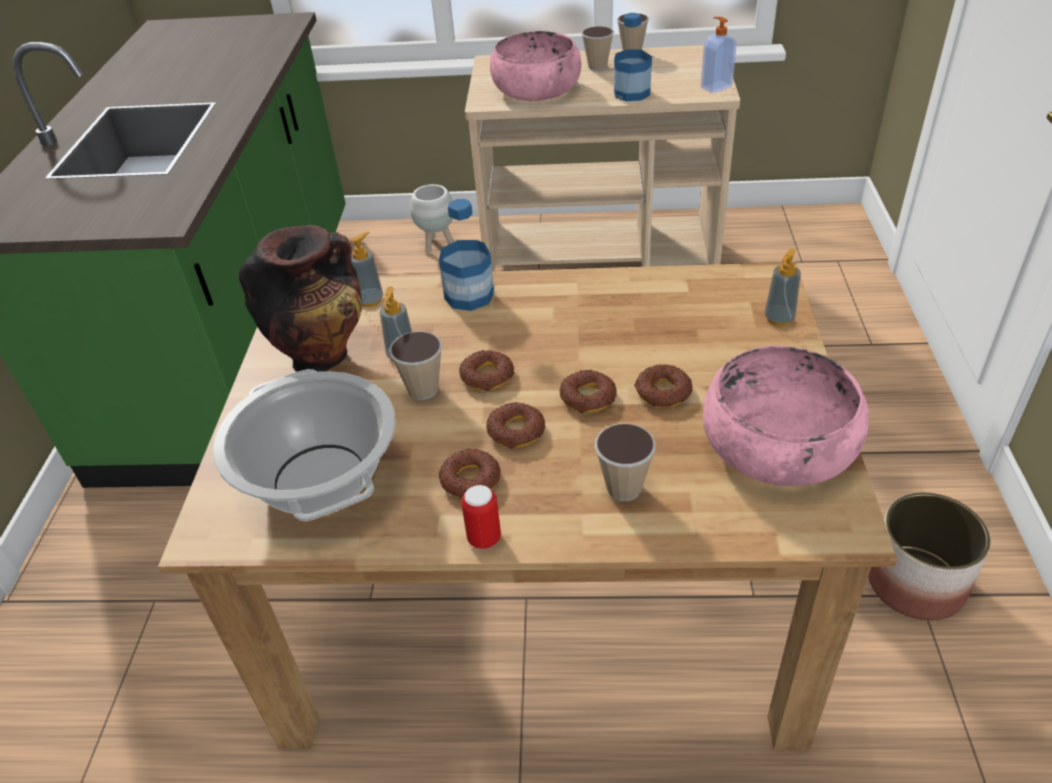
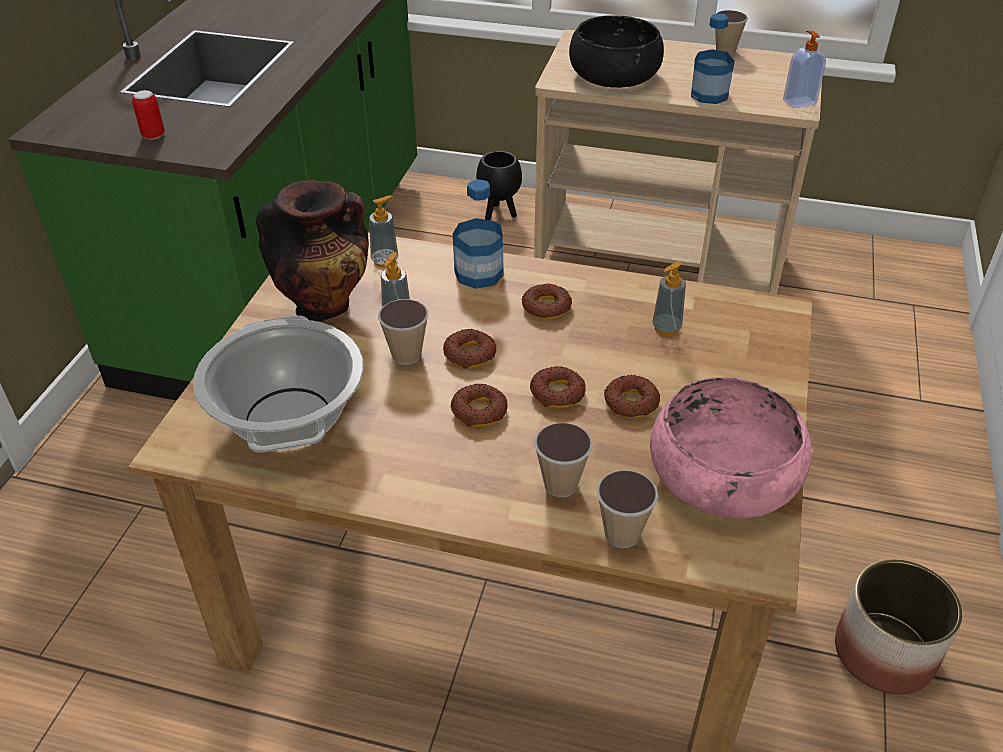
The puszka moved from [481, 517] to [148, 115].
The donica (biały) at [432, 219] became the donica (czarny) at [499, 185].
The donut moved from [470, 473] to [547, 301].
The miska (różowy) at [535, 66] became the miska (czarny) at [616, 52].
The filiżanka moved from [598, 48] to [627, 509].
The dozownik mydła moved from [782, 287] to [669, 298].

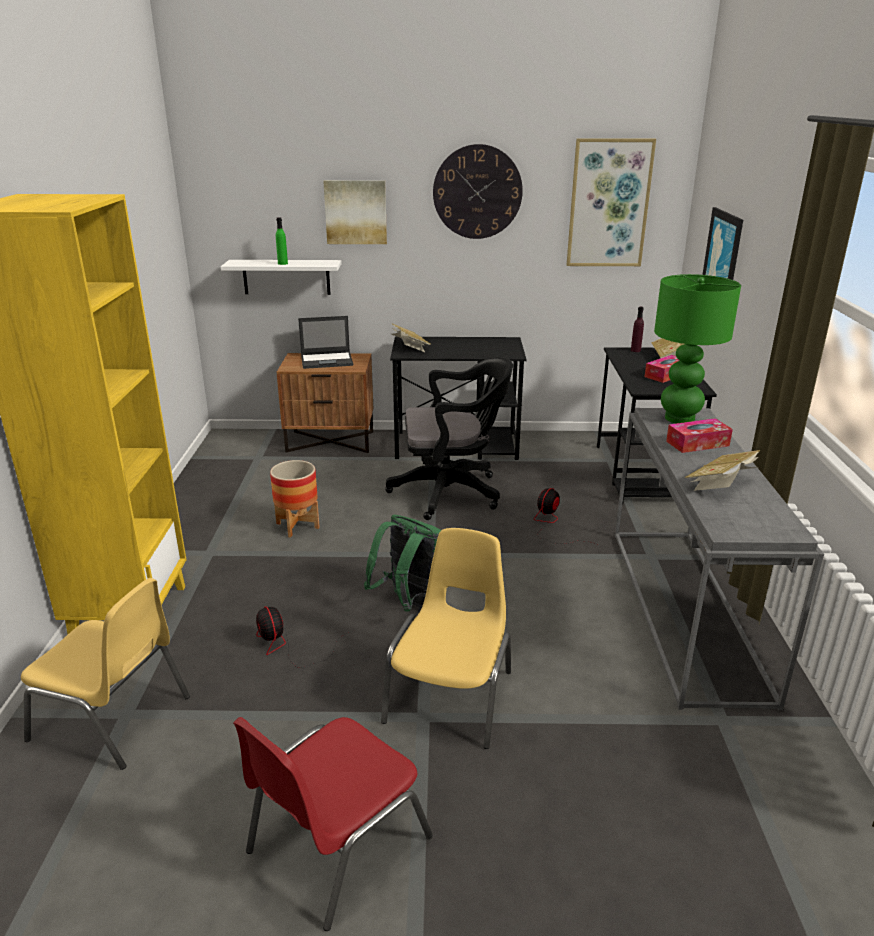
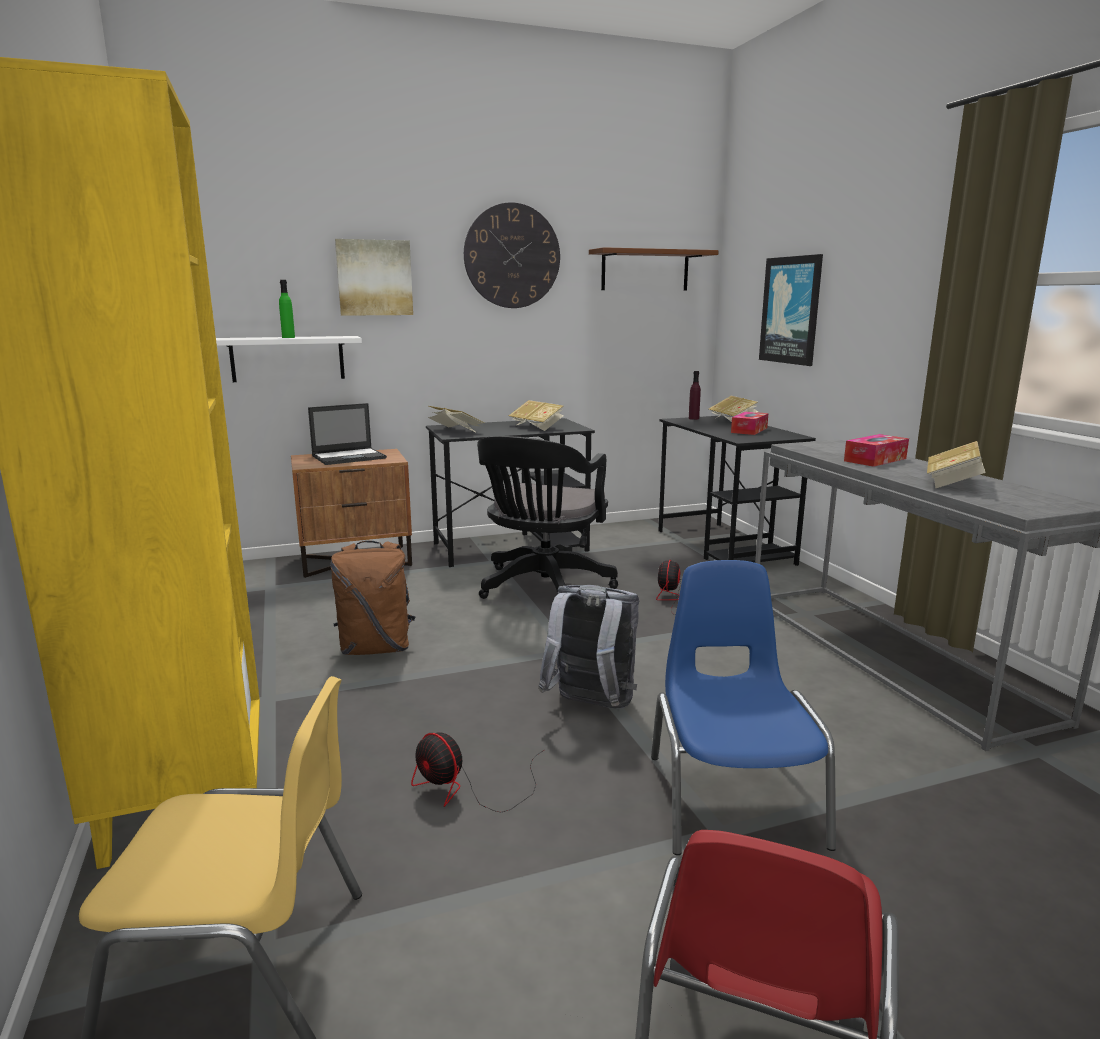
The donica at [295, 499] was replaced by the plecak (brązowy) at [373, 598].
The krzesło biurowe (czarny) at [449, 438] turned 135 degrees clockwise.
The książka at [536, 415] appeared.
The plecak (zielony) at [402, 563] became the plecak (szary) at [588, 647].
The obraz at [611, 202] was replaced by the półka (brązowy) at [654, 269].
The krzesło (żółty) at [446, 638] became the krzesło (niebieski) at [743, 707].
The lampa stołowa (zielony) at [697, 349] disappeared.

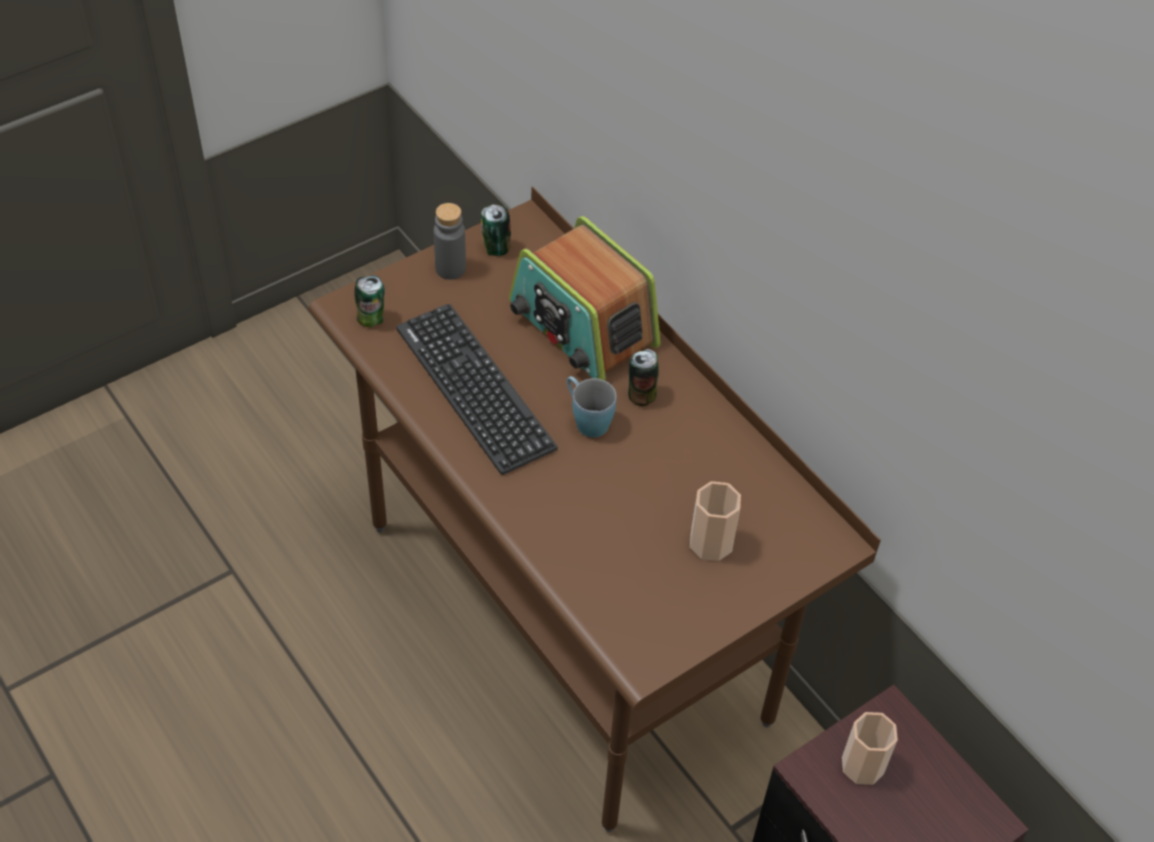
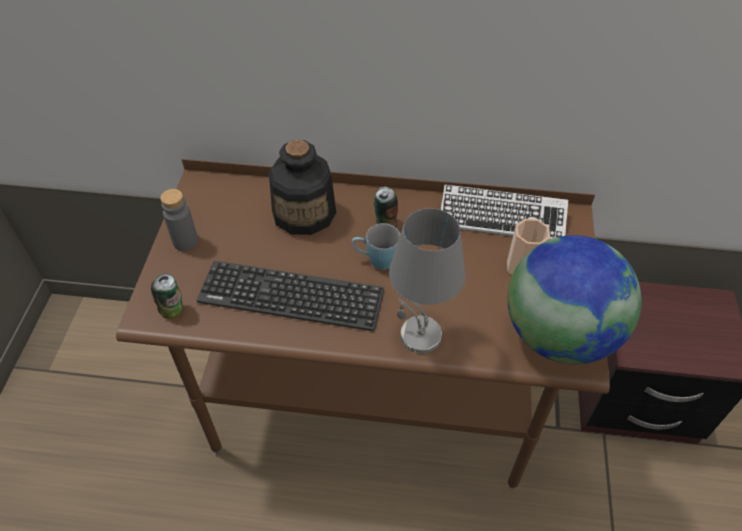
The radio at [585, 298] was replaced by the butelka at [302, 187].
The lampa stołowa (szary) at [427, 281] appeared.
The klawiatura at [504, 212] appeared.
The globus at [575, 299] appeared.
The puszka at [496, 230] disappeared.
The filiżanka at [870, 748] disappeared.

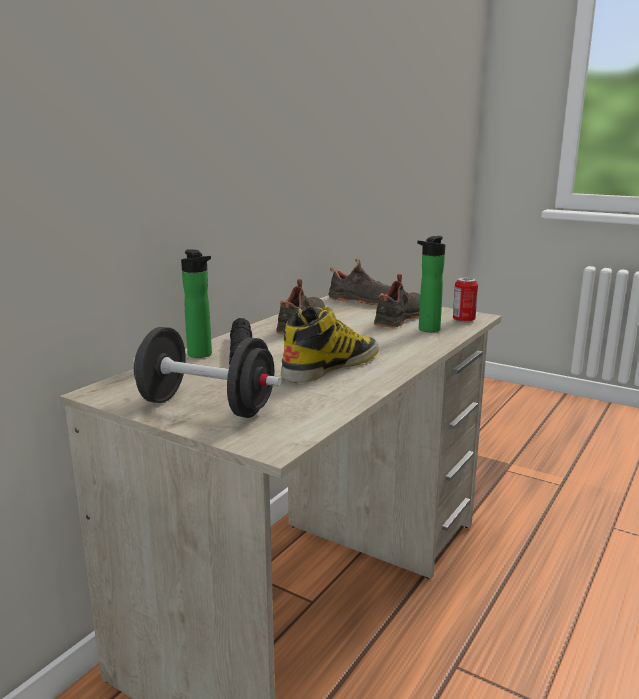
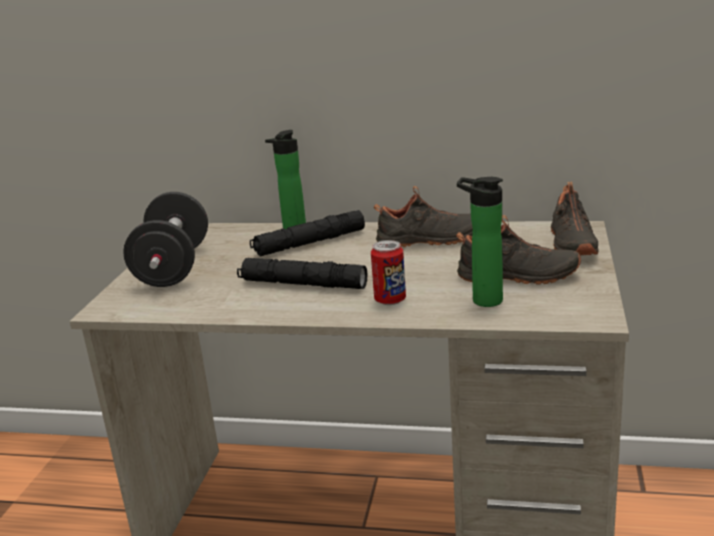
The but z cholewką at [330, 345] was replaced by the latarka (czarny) at [302, 273].
The puszka moved from [465, 300] to [388, 272].

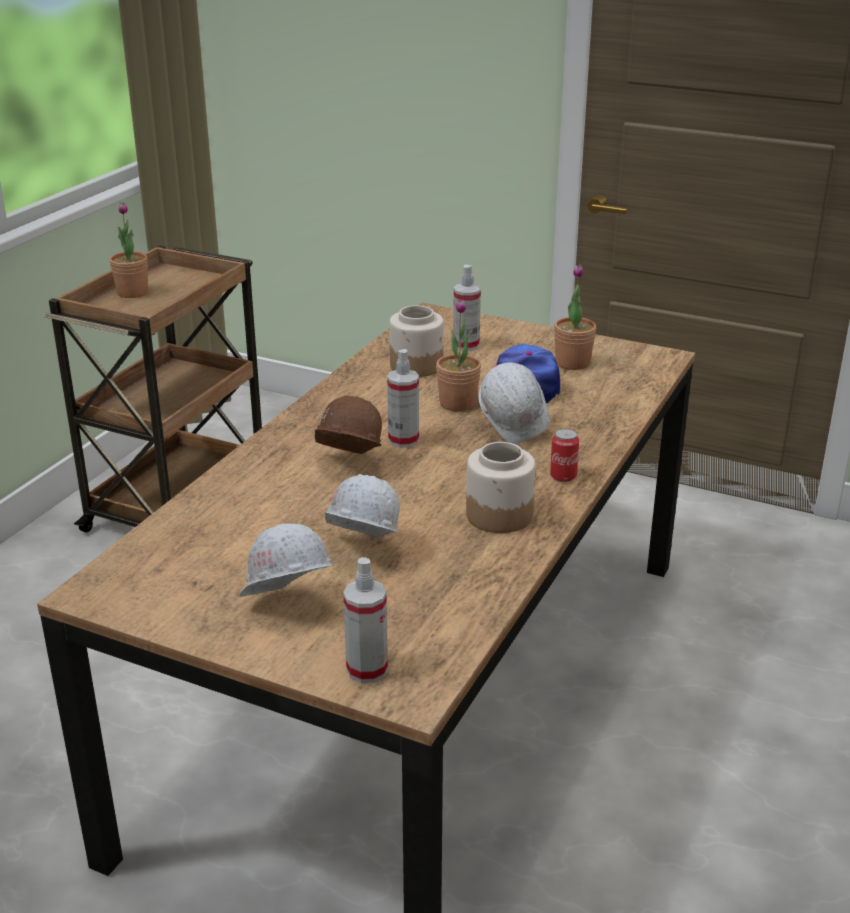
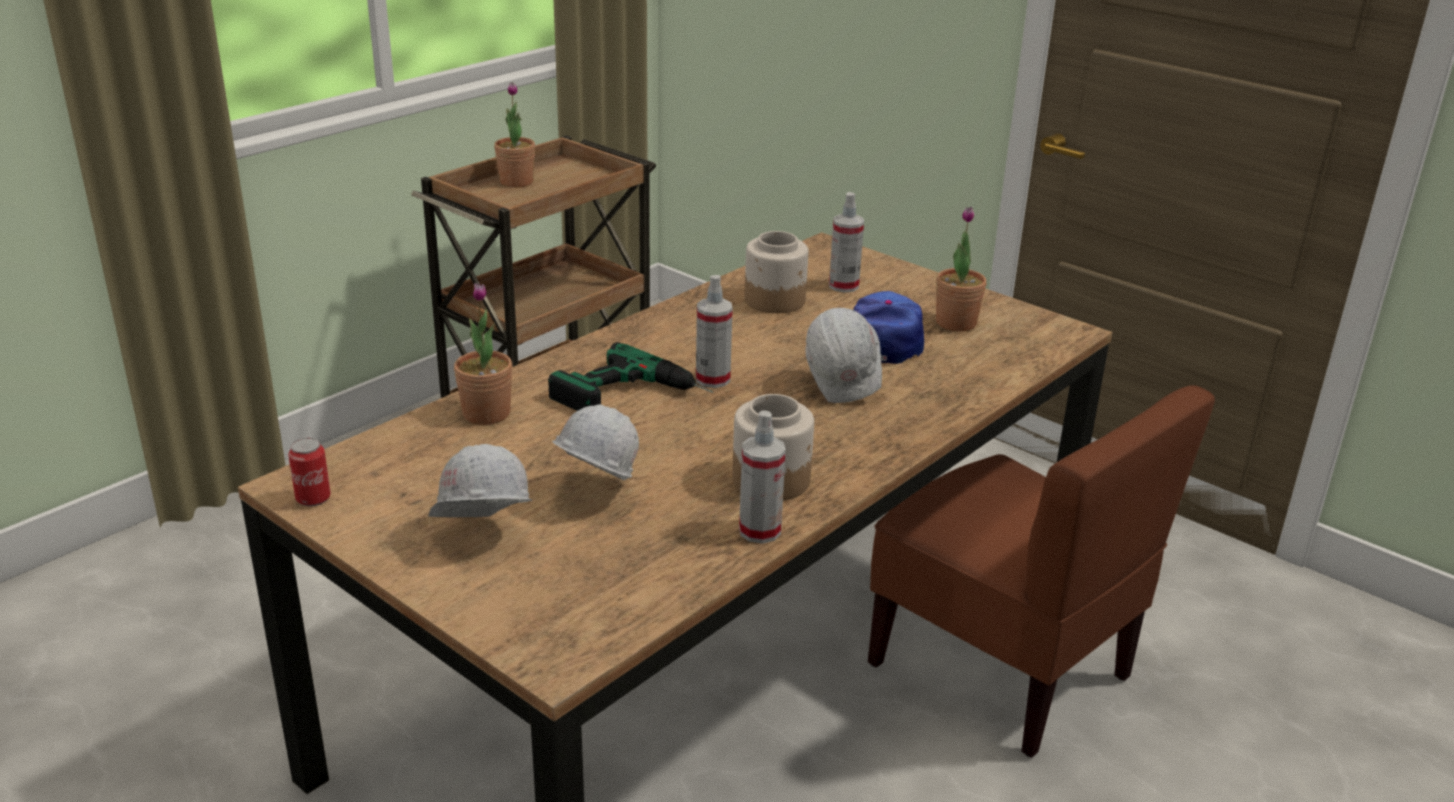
The puszka moved from [564, 455] to [309, 472].
The roślina doniczkowa moved from [458, 355] to [483, 353].
The kask (brązowy) at [348, 424] was replaced by the wiertarka at [631, 376].
The spryskiwacz moved from [365, 620] to [762, 477].
The krzesło (brązowy) at [1041, 571] appeared.

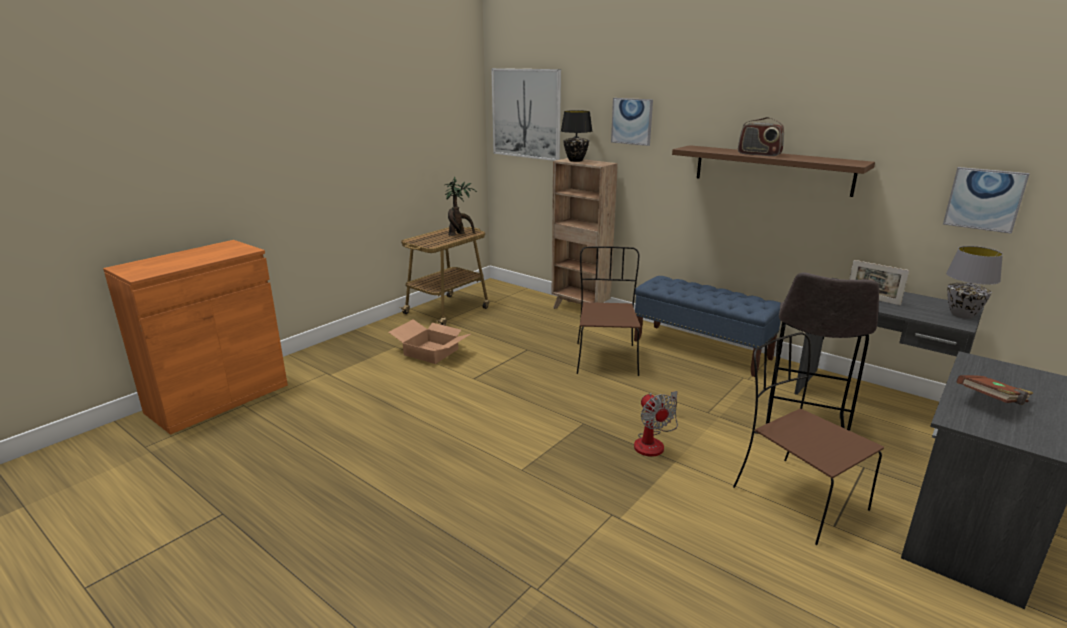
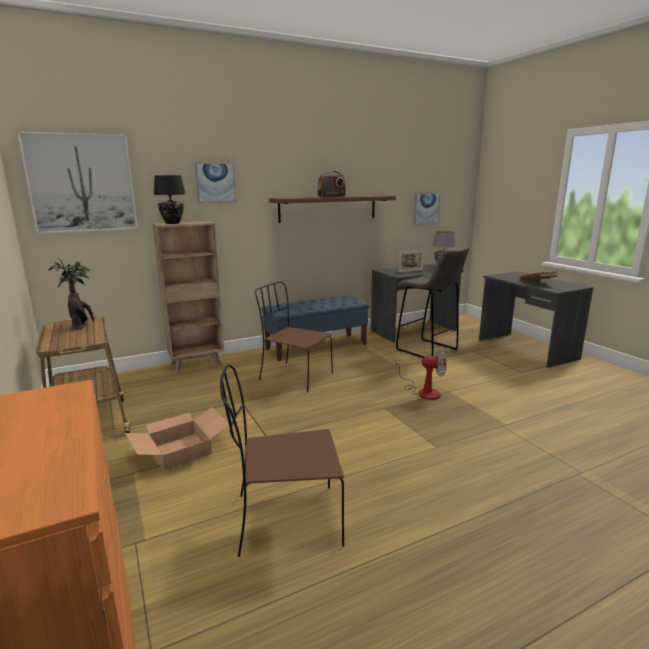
The krzesło (brązowy) moved from [808, 438] to [282, 460].

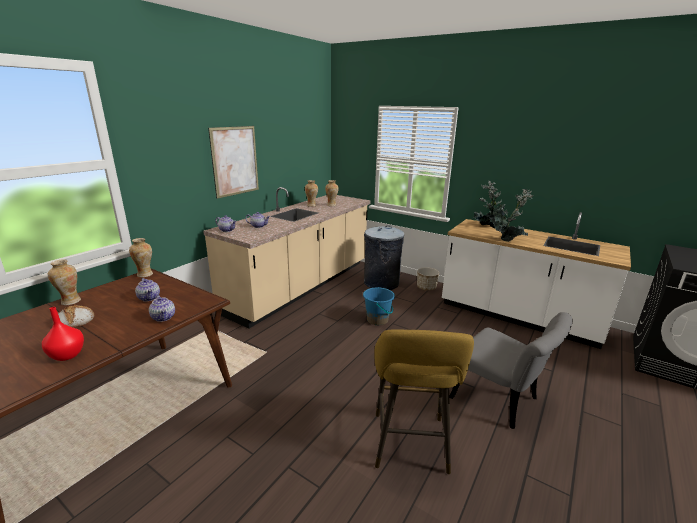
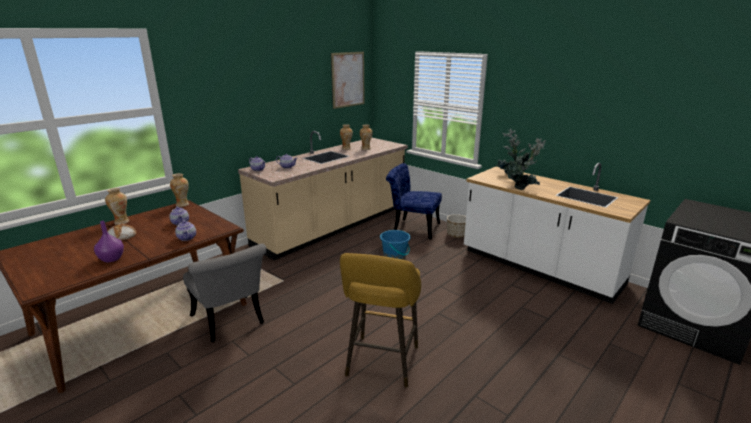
The wazon (czerwony) at [63, 334] became the wazon (fioletowy) at [109, 241].
The krzesło (szary) moved from [511, 370] to [225, 292].
The obraz moved from [233, 162] to [348, 80].
The kosz na śmieci (szary) at [384, 257] was replaced by the krzesło (niebieski) at [414, 201].

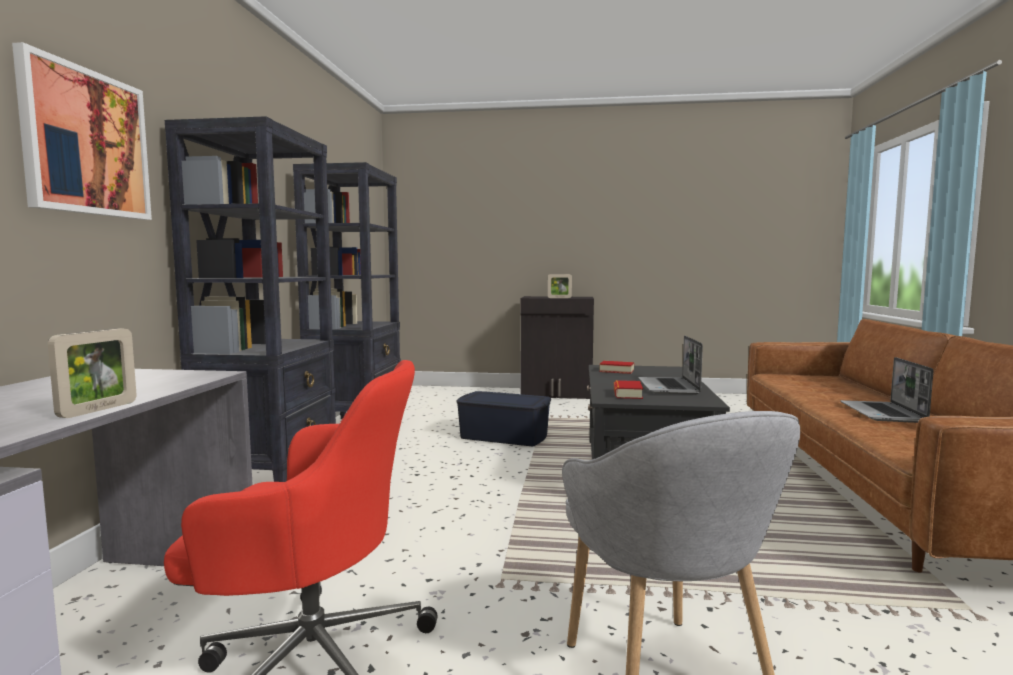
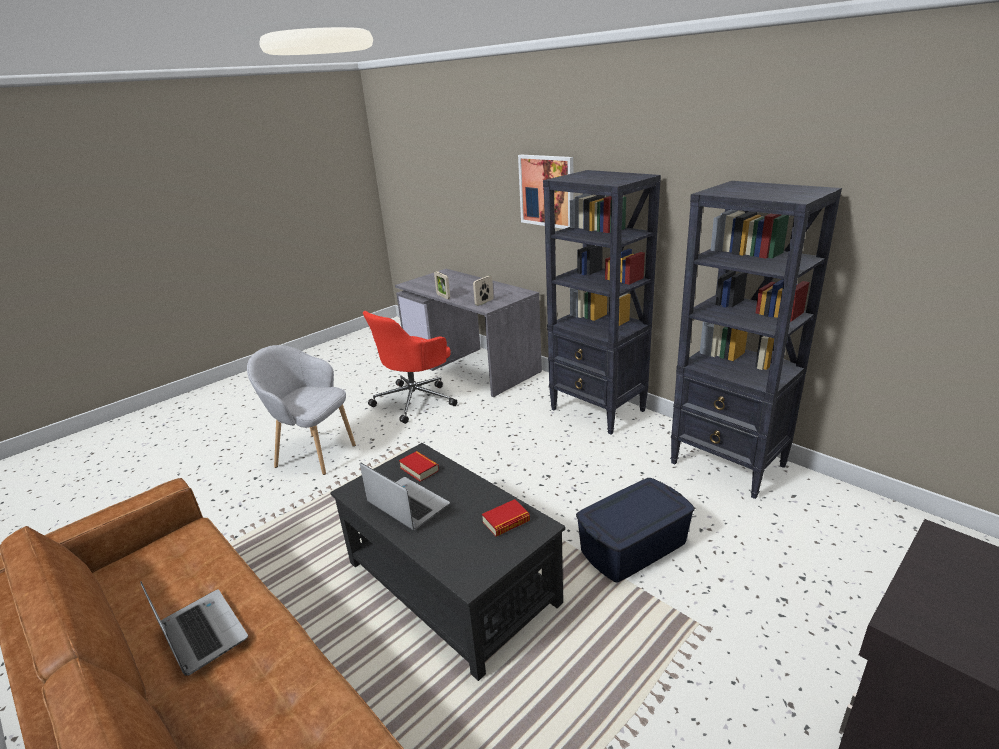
The ramka na zdjęcie moved from [560, 286] to [483, 291].

